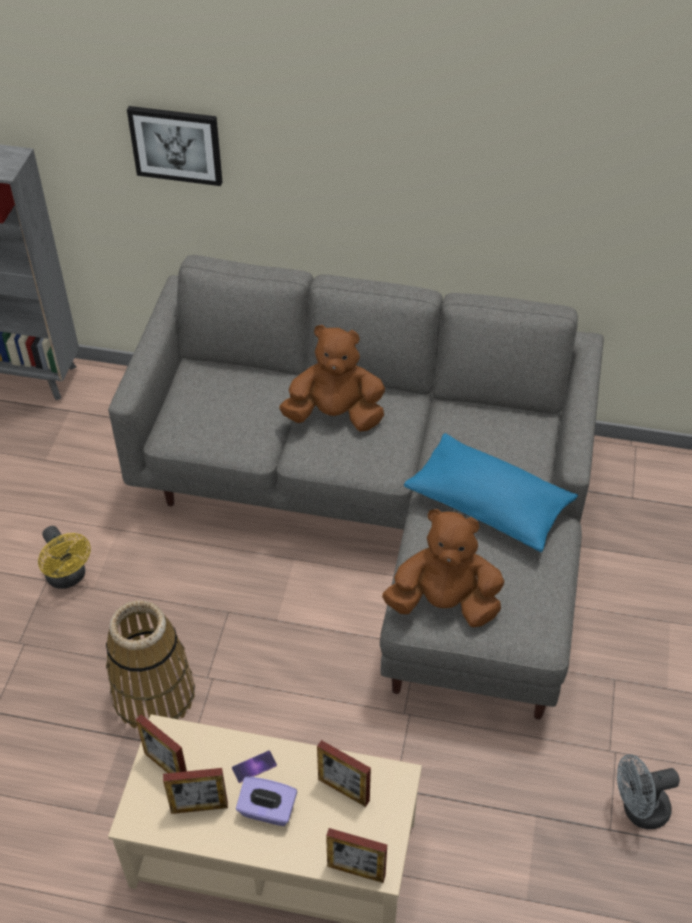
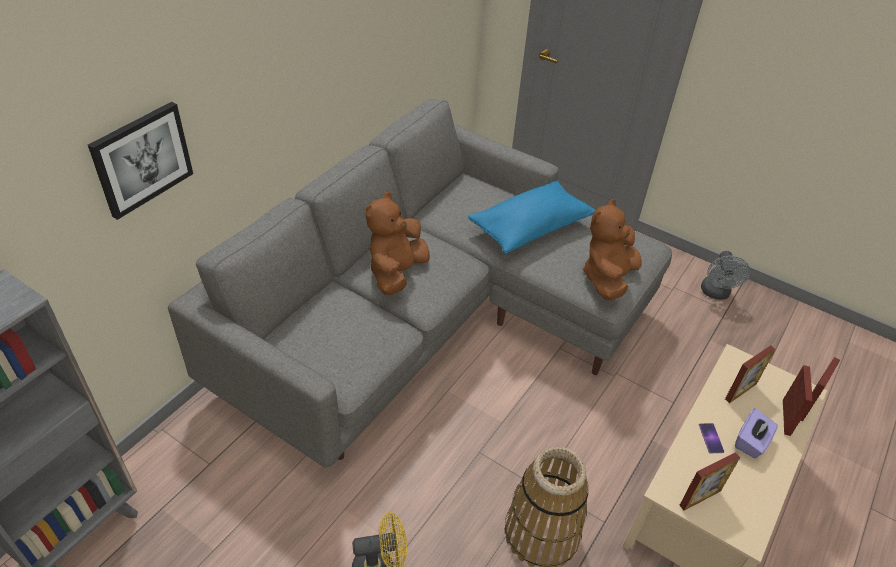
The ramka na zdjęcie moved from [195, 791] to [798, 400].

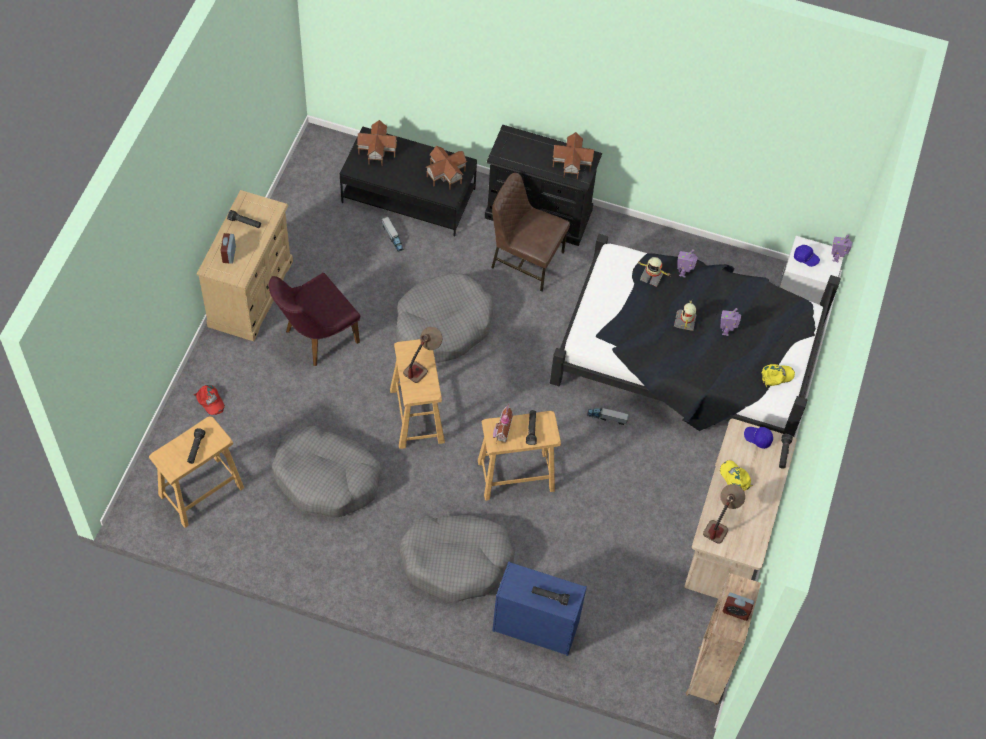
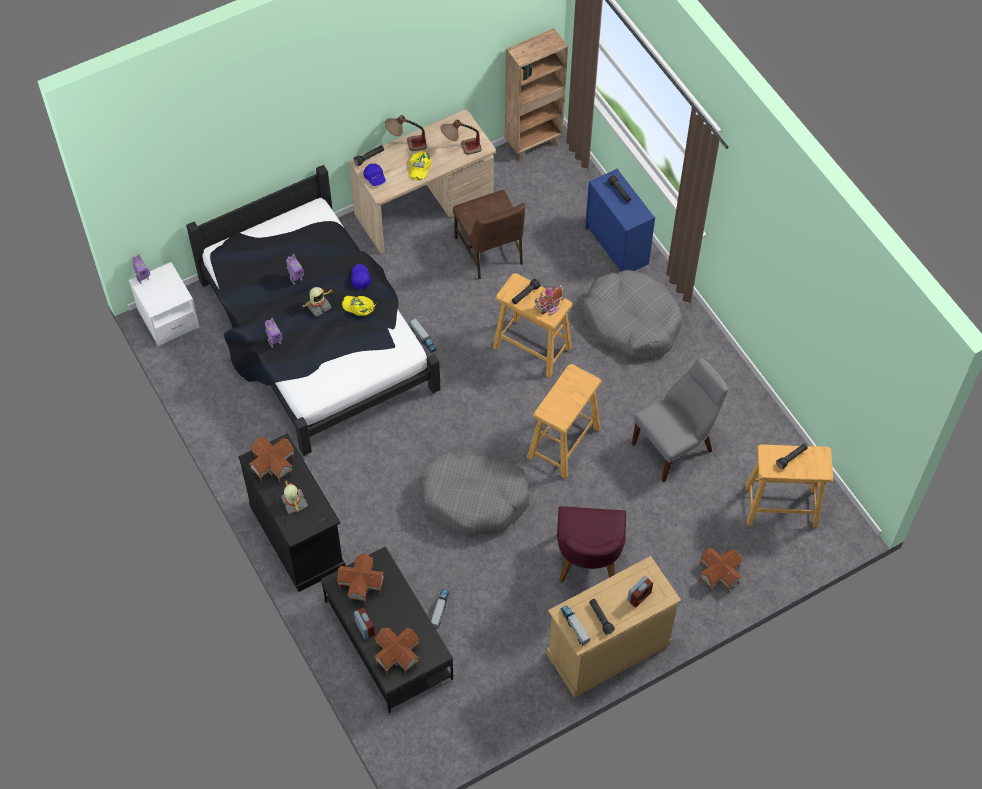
The robot zabawkowy moved from [654, 272] to [294, 497].
The czapka z daszkiem (żółty) moved from [778, 376] to [359, 306].
The czapka z daszkiem (niebieski) moved from [807, 256] to [361, 276].
The budzik moved from [738, 607] to [364, 624].
The lampa stołowa moved from [422, 355] to [406, 133].
The krzesło (brązowy) moved from [530, 232] to [489, 234].
The krzesło (fioletowy) at [314, 319] turned 90 degrees clockwise.
The ciężarówka zabawkowa at [575, 625] appeared.
The legowisko (szary) at [327, 471] was replaced by the krzesło (szary) at [680, 420].
The czapka z daszkiem (czerwony) at [209, 400] was replaced by the domek at [720, 570].

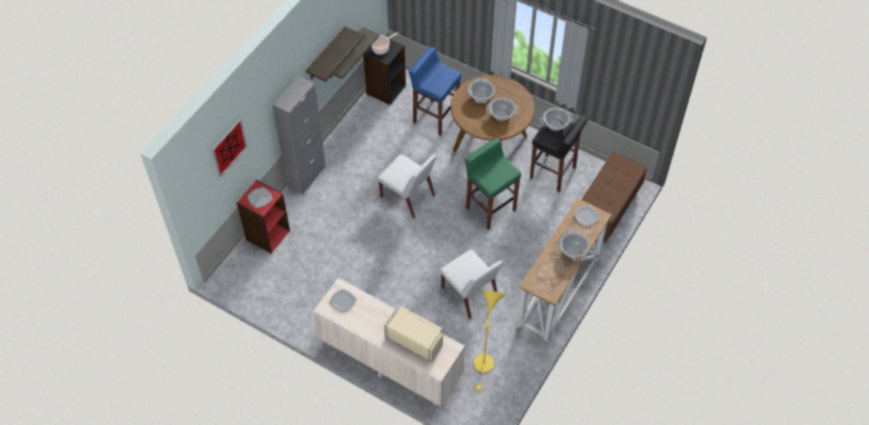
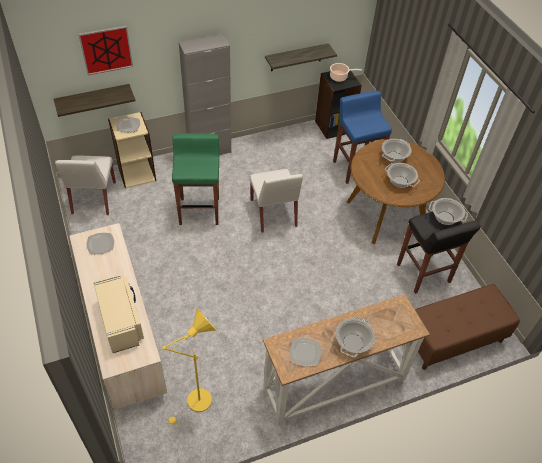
The półka moved from [335, 54] to [94, 100].
The krzesło (biały) moved from [471, 284] to [85, 185].
The regał (czerwony) at [263, 216] became the regał (beżowy) at [132, 150].
The stołek (zielony) moved from [493, 184] to [195, 179].
The talerz moved from [586, 215] to [305, 352].

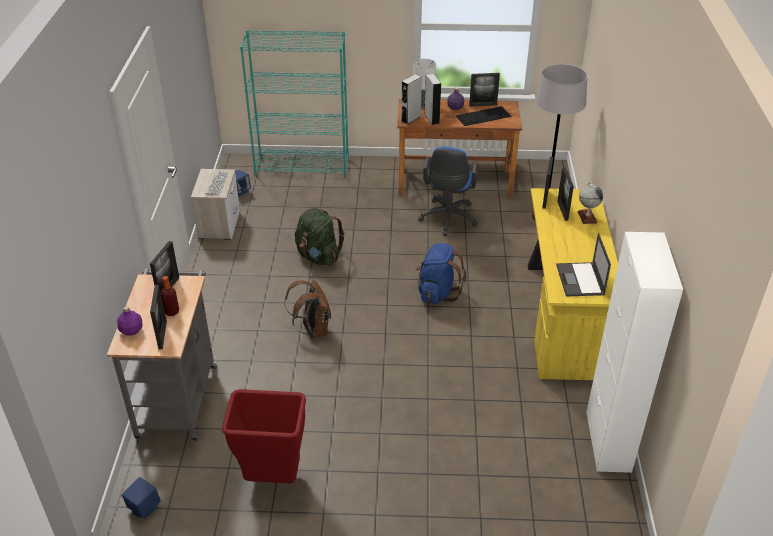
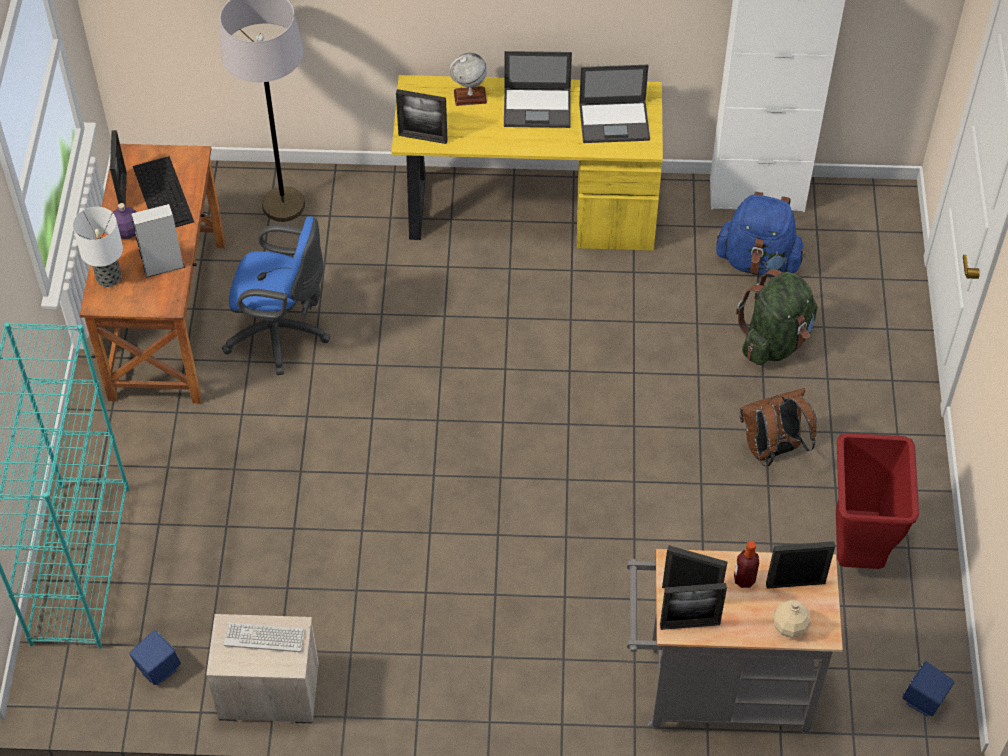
The laptop at [538, 89] appeared.
The ramka na zdjęcie moved from [565, 194] to [693, 606].
The plecak (niebieski) moved from [440, 273] to [761, 234].
The plecak (zielony) moved from [320, 237] to [776, 317].
The plecak (brązowy) moved from [308, 309] to [778, 427].
The butelka (fioletowy) at [130, 321] became the butelka (beżowy) at [792, 619].
The głośnik (szary) at [411, 99] disappeared.

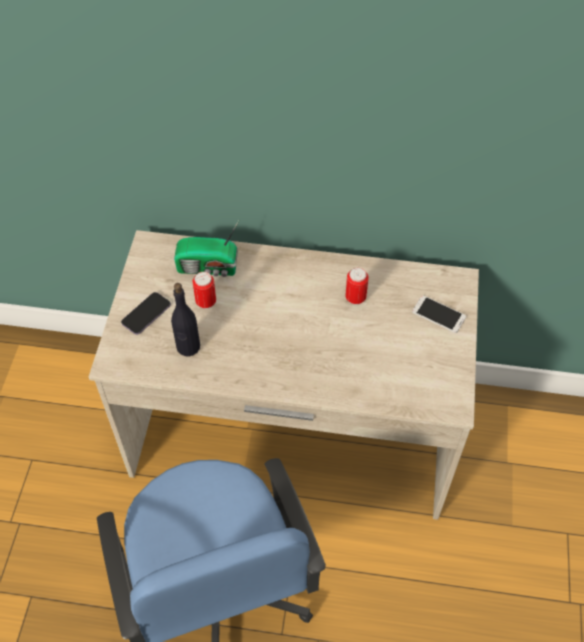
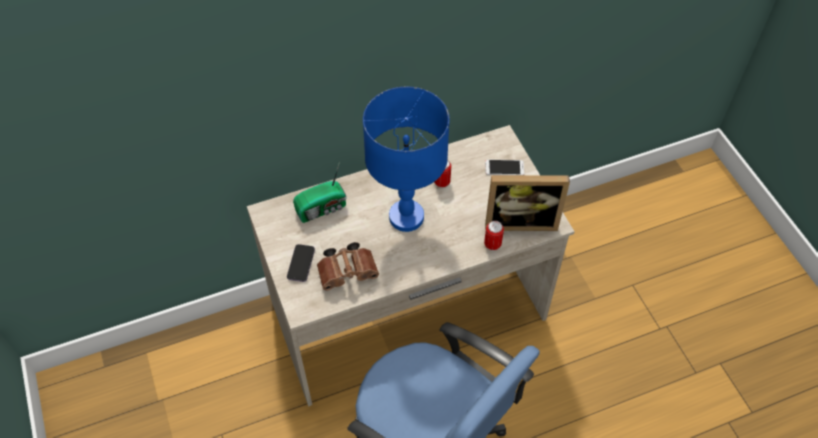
The butelka (czarny) at [185, 320] was replaced by the lornetka (brązowy) at [348, 266].
The lampa stołowa (niebieski) at [406, 159] appeared.
The puszka moved from [204, 290] to [494, 236].
The ramka na zdjęcie at [527, 203] appeared.

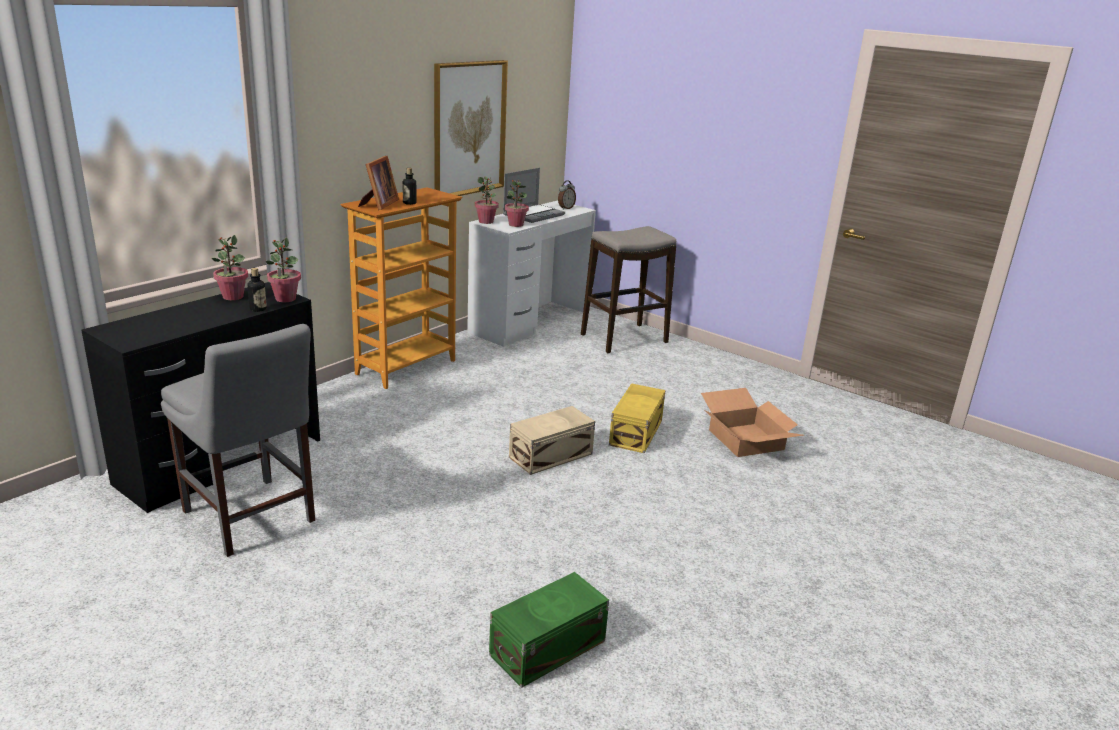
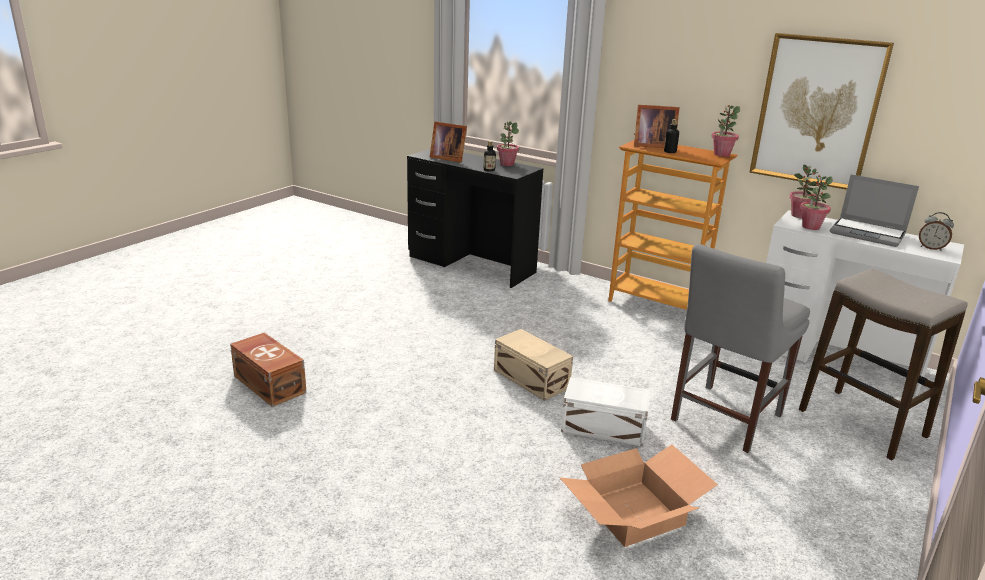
The pojemnik do przechowywania (zielony) at [549, 630] became the pojemnik do przechowywania (brązowy) at [268, 369].
The ramka na zdjęcie at [448, 142] appeared.
The pojemnik do przechowywania (żółty) at [637, 418] became the pojemnik do przechowywania (biały) at [605, 411].
The krzesło (szary) moved from [238, 440] to [740, 348].
The roślina doniczkowa moved from [283, 269] to [726, 131].

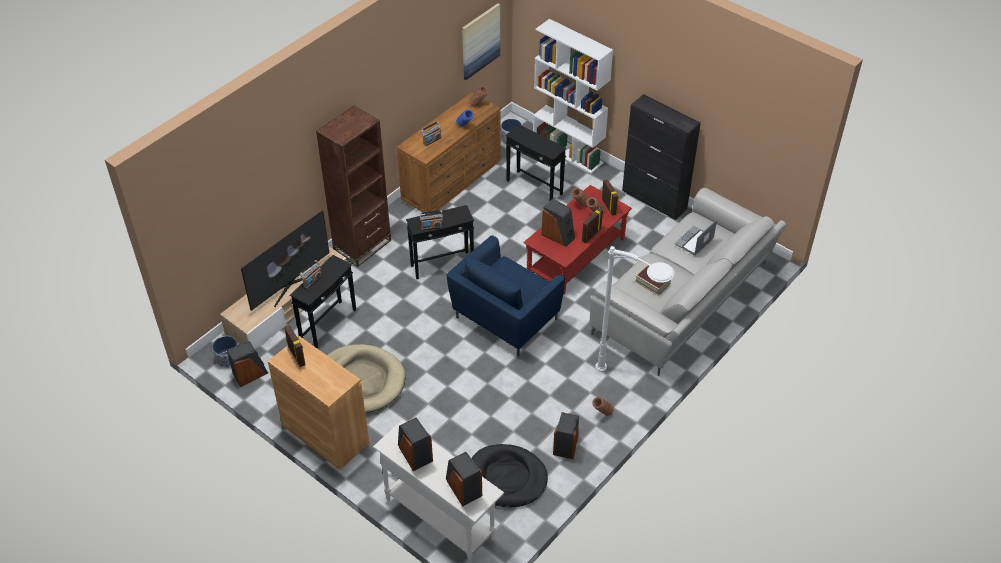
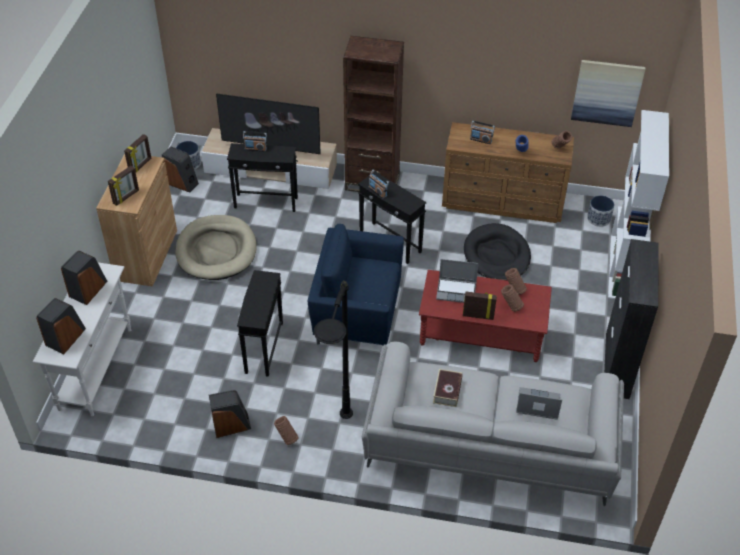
The ramka na zdjęcie moved from [610, 197] to [123, 186].
The stolik (czarny) moved from [536, 162] to [260, 323].
The lampa stojąca (biały) at [634, 309] became the lampa stojąca (czarny) at [333, 350].
The głośnik at [558, 223] was replaced by the laptop at [457, 281].
The legowisko (czarny) moved from [509, 476] to [497, 252].

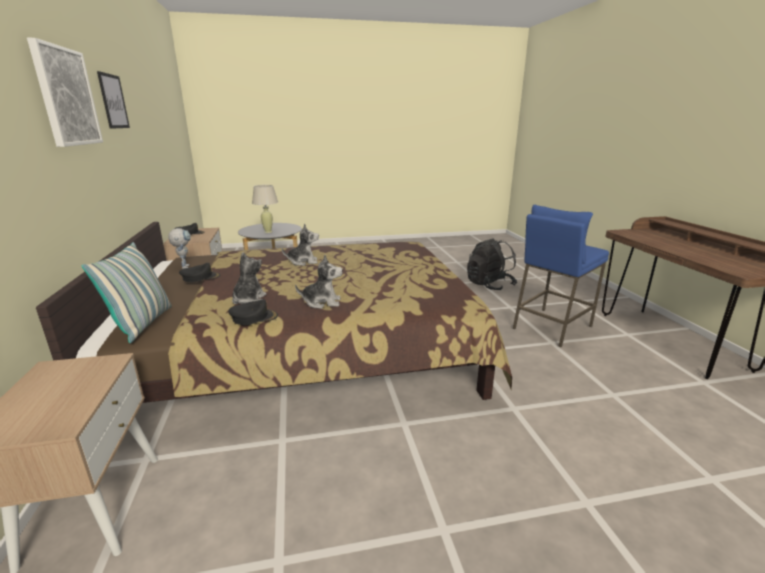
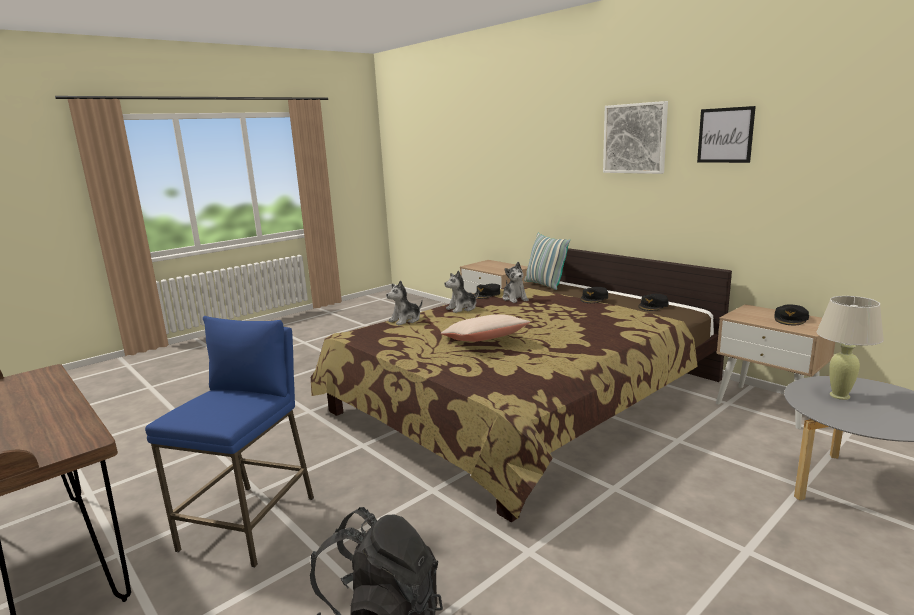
The pluszak moved from [300, 245] to [404, 302].
The poduszka (beżowy) at [485, 328] appeared.
The robot zabawkowy at [179, 248] was replaced by the czapka z daszkiem (czarny) at [653, 302].

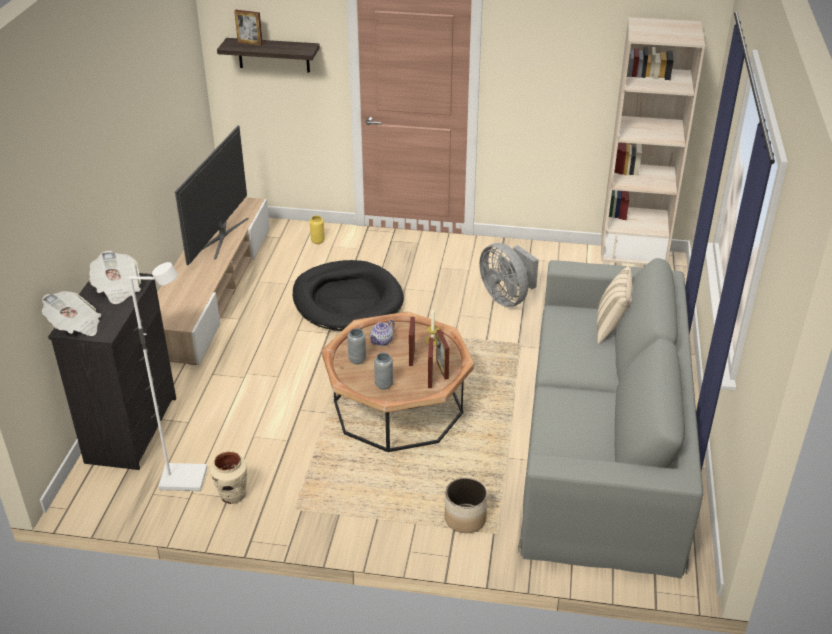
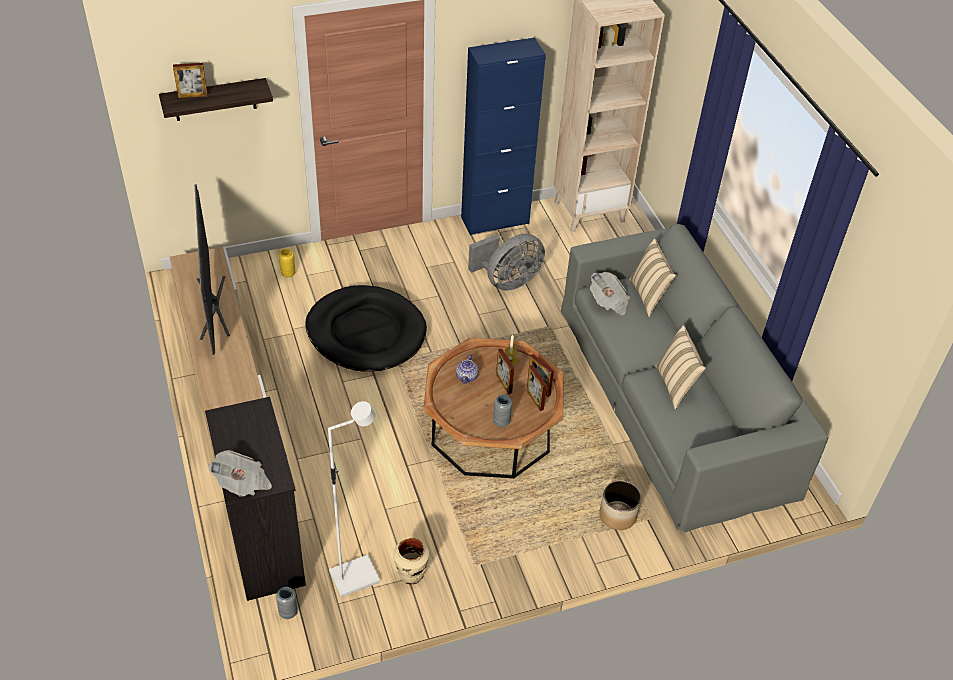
The wazon (szary) moved from [356, 346] to [287, 603].
The szafka (niebieski) at [503, 136] appeared.
The wentylator (szary) at [509, 275] turned 60 degrees counterclockwise.
The gazeta moved from [115, 277] to [610, 294].
The poduszka (beżowy) at [680, 367] appeared.

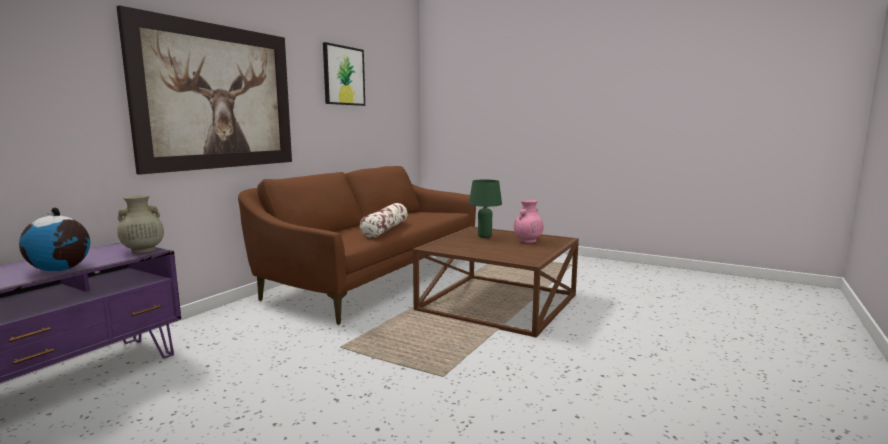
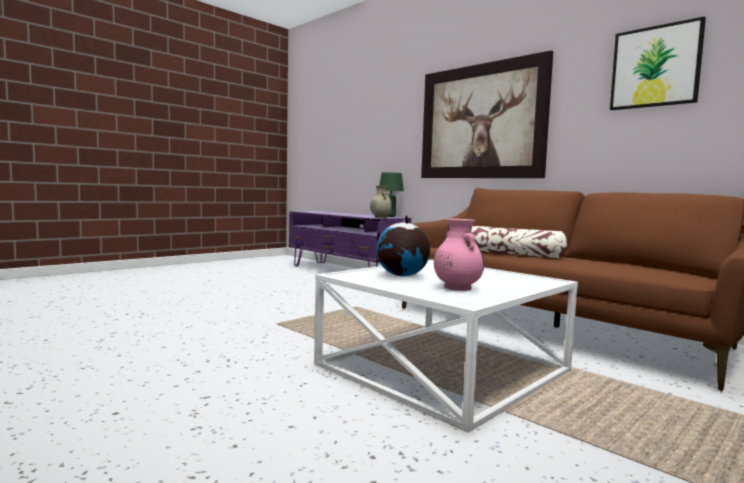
The ława (brązowy) at [495, 281] became the ława (biały) at [446, 346].
The globus moved from [54, 239] to [403, 245].
The lampa stołowa (zielony) moved from [485, 208] to [391, 195].

